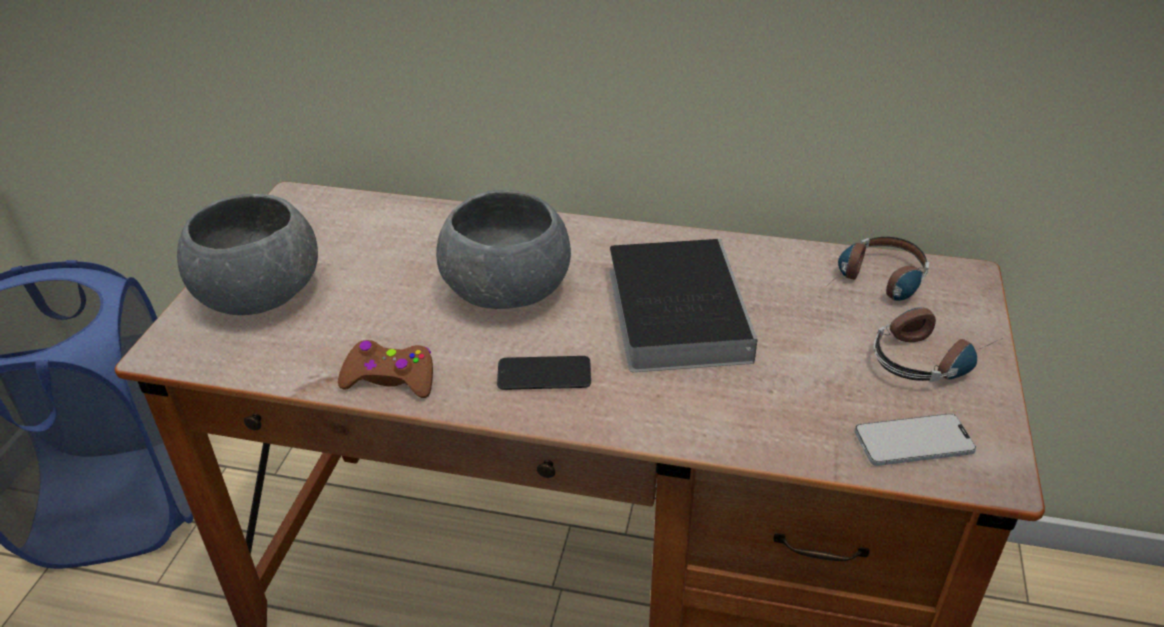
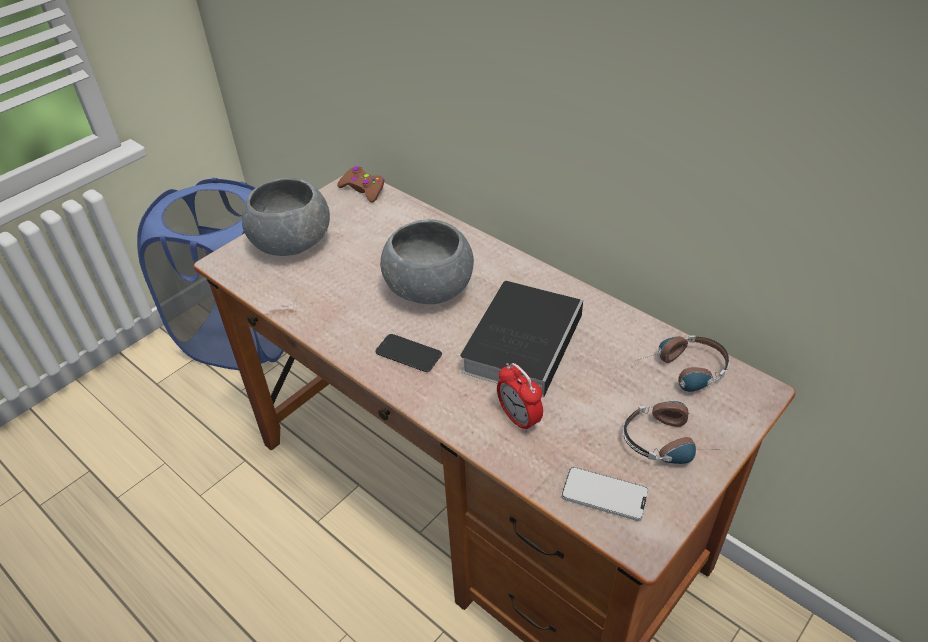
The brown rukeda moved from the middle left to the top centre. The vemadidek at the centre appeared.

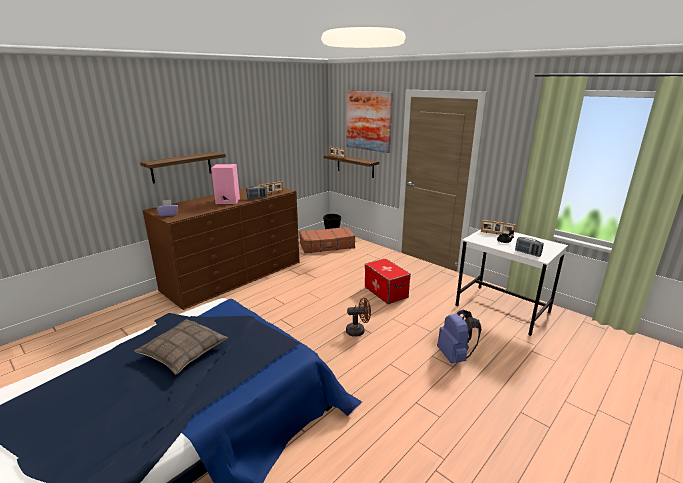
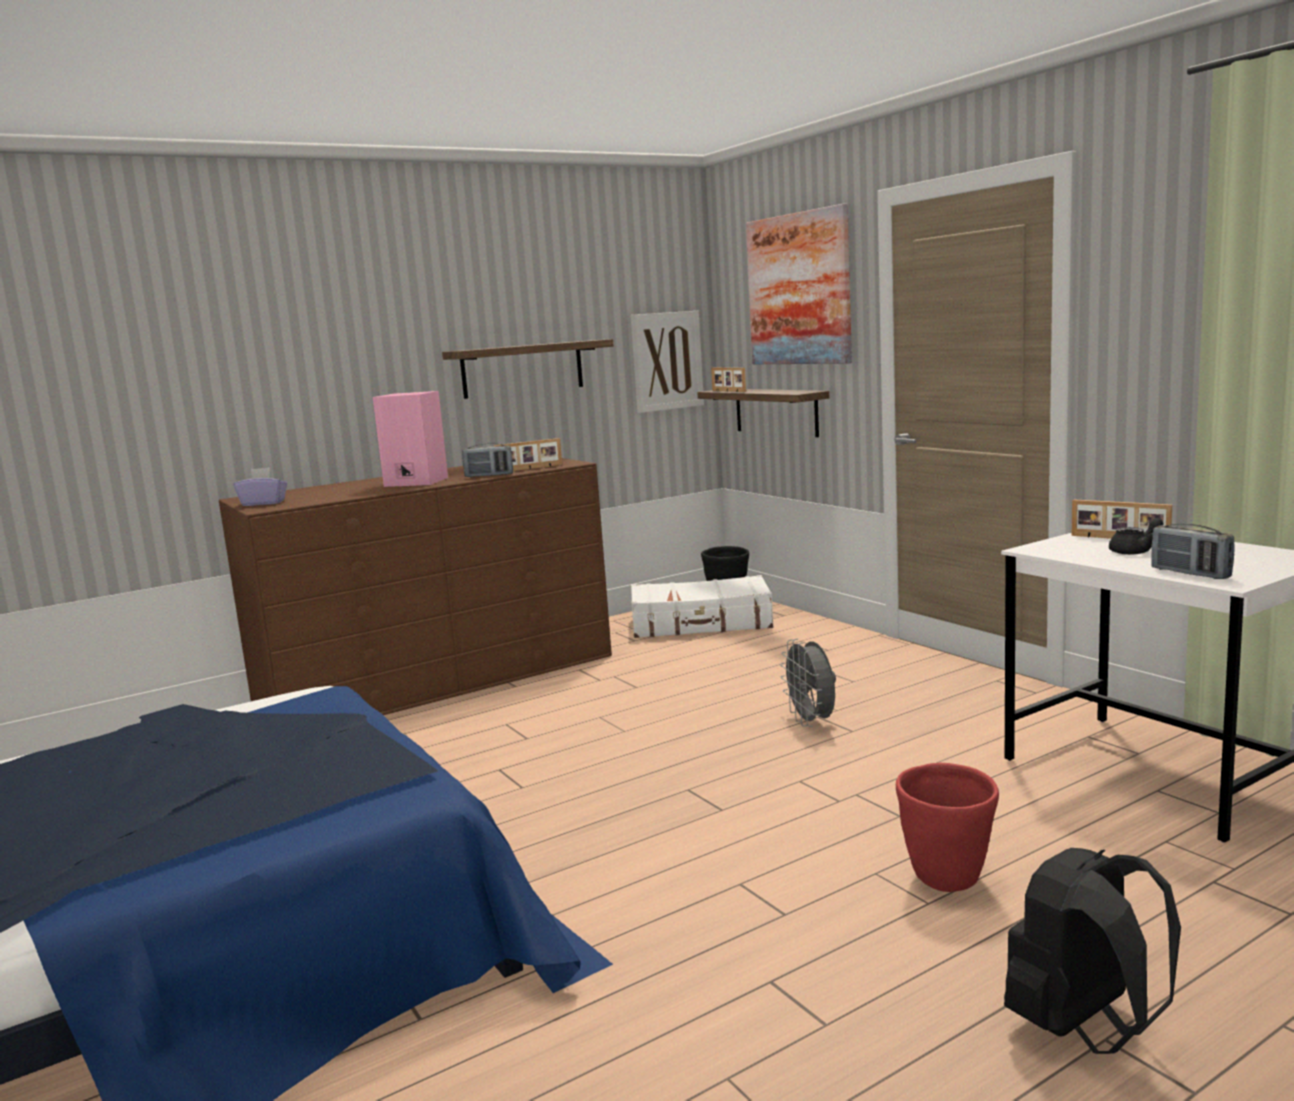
The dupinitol (1st from left) moved from the middle left to the centre. The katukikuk (1st from left) at the top centre appeared. The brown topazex at the centre became the white topazex at the centre. The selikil at the centre was replaced by the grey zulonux at the centre. The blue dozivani at the bottom right was replaced by the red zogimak at the bottom right. The black dozivani at the bottom right appeared. The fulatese at the bottom left disappeared. The brown zulonux at the centre disappeared.

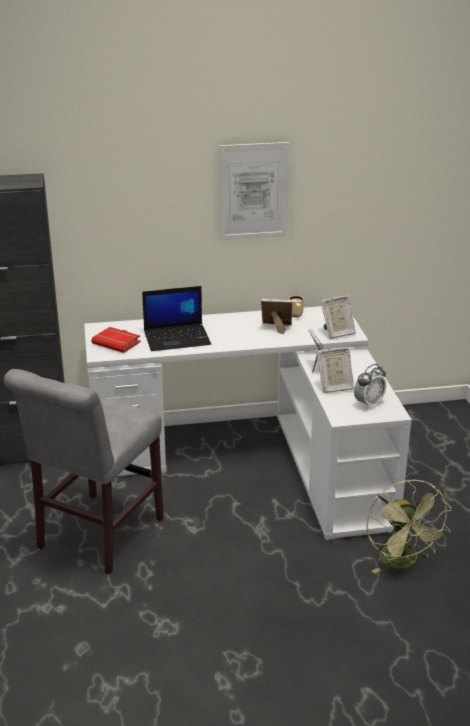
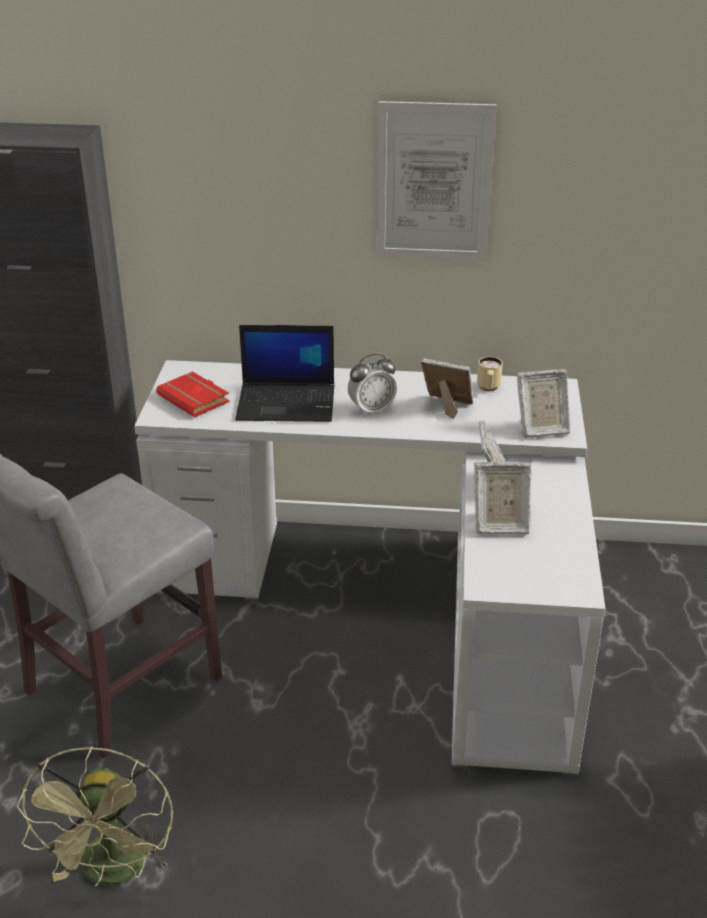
The green zulonux moved from the bottom right to the bottom left. The vemadidek moved from the middle right to the centre.

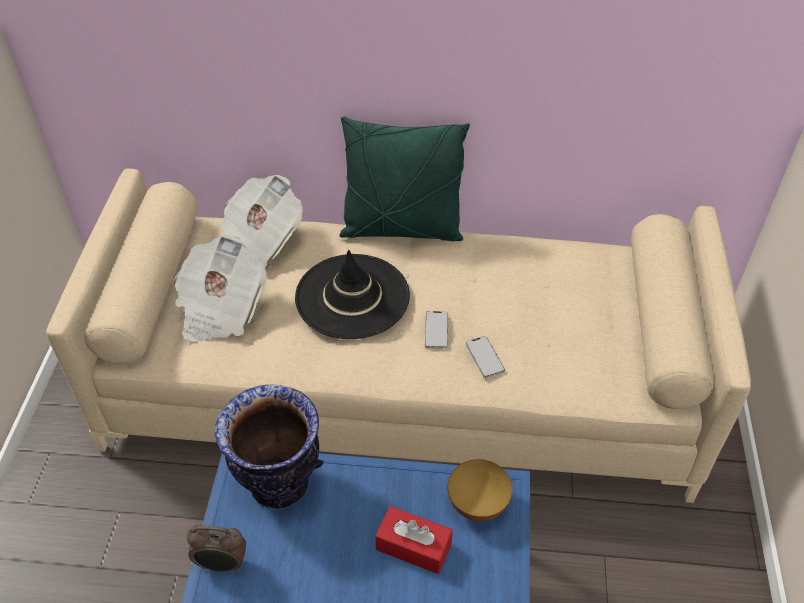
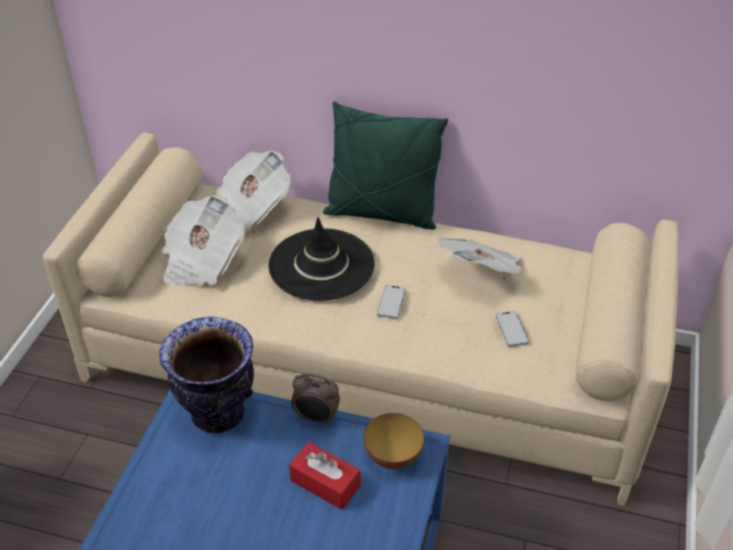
The vemadidek moved from the bottom left to the bottom centre. The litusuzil (3rd from left) at the centre appeared. The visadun (2nd from left) moved from the centre to the middle right.

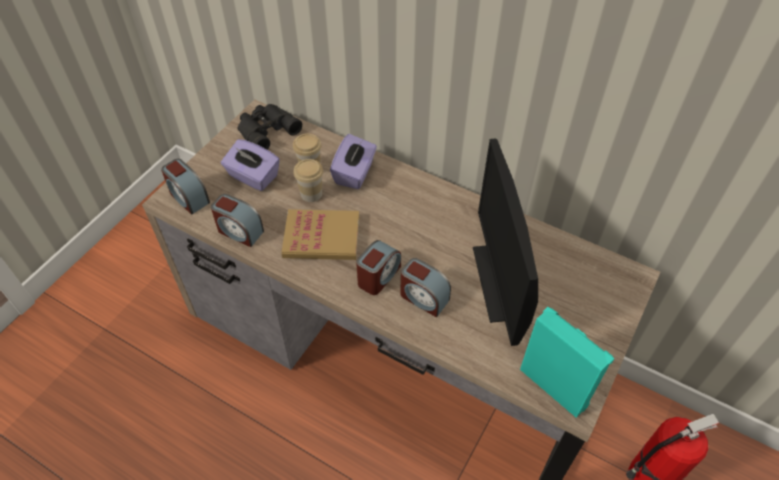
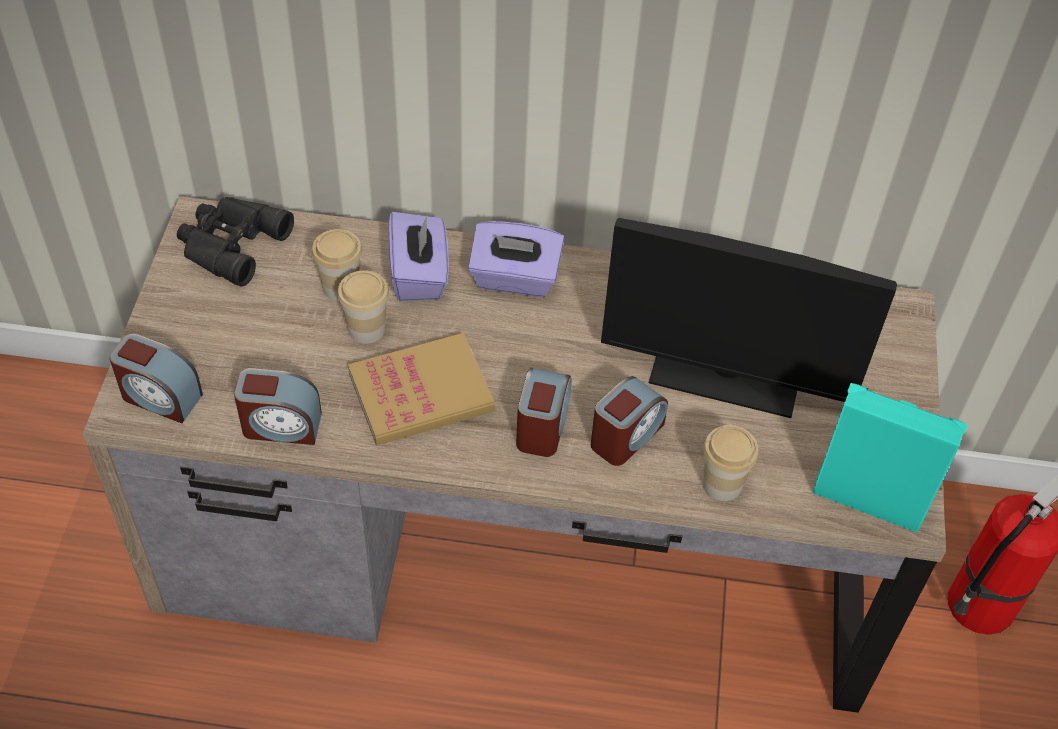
The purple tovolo (1st from left in the first image) moved from the middle left to the centre. The vemadidek (4th from left) at the centre turned 60 degrees counterclockwise. The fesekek at the centre turned 45 degrees counterclockwise. The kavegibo (3rd from left) at the middle right appeared.

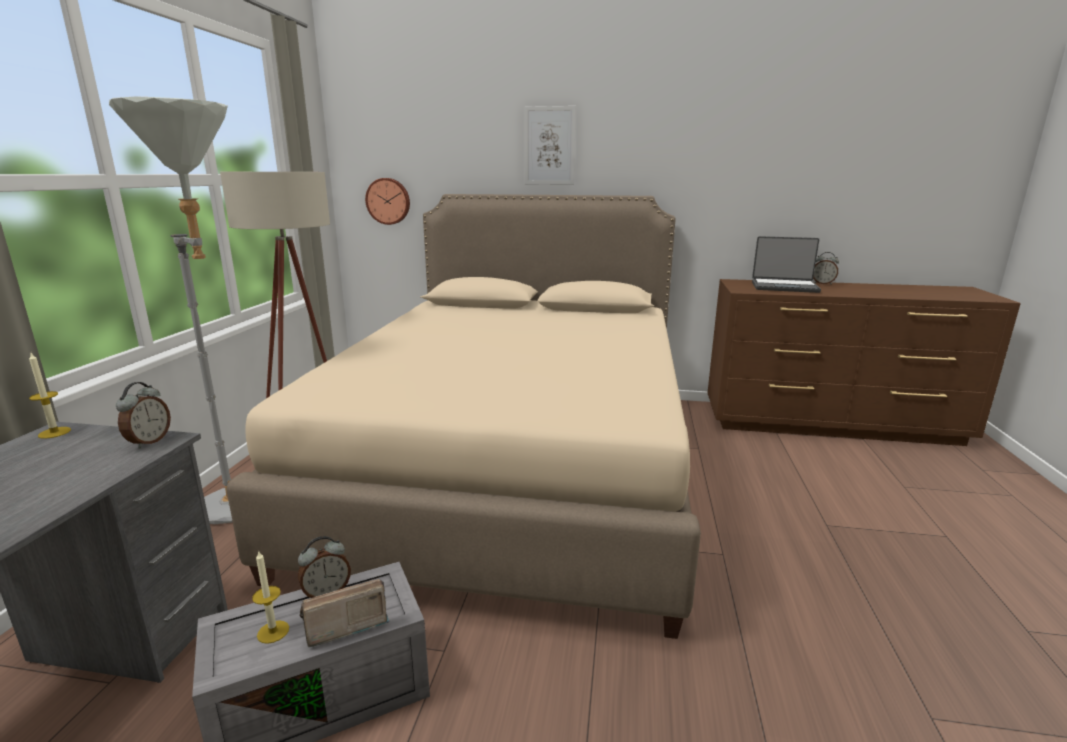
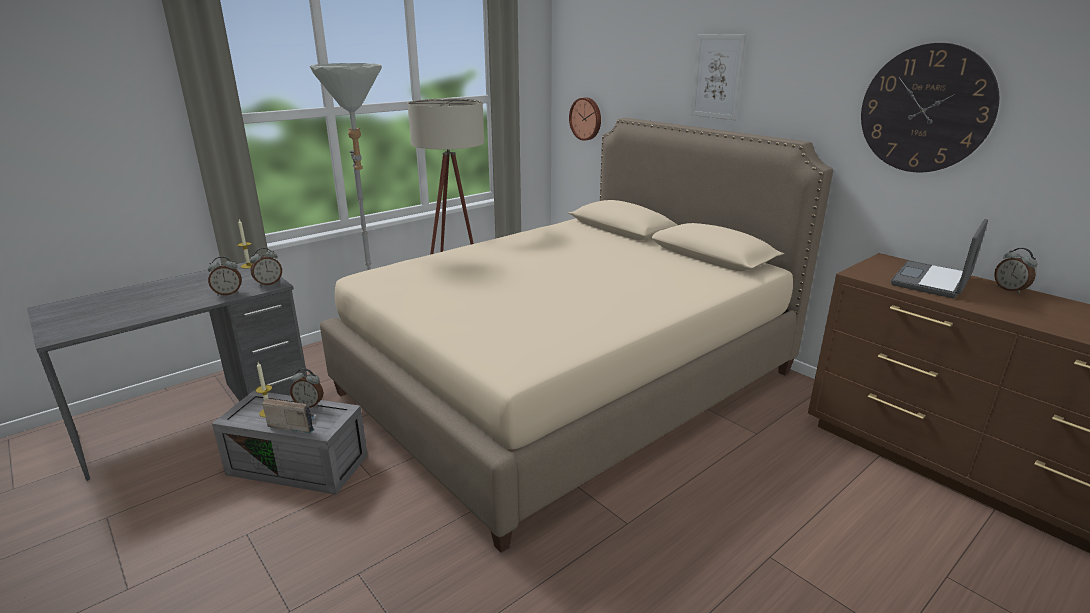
The vemadidek (1st from left) at the middle left appeared. The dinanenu (2nd from left) at the top right appeared. The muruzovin at the middle right turned 75 degrees clockwise.

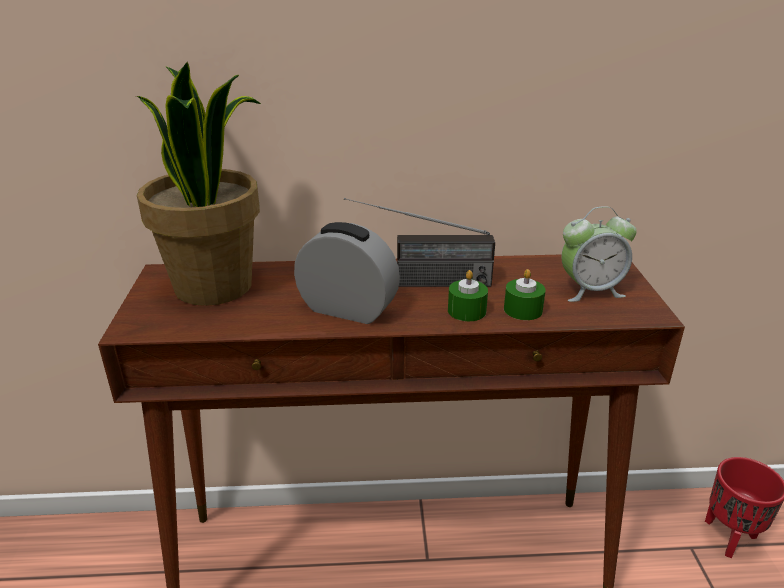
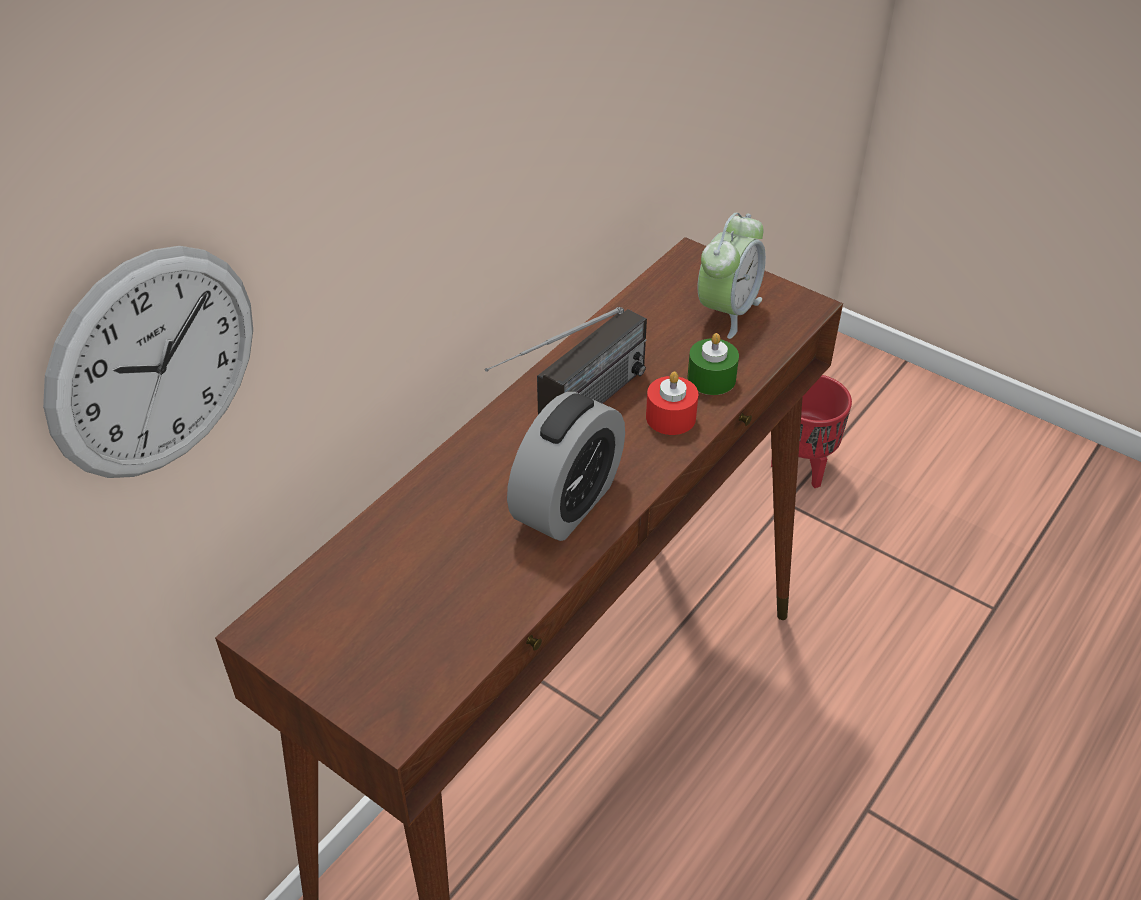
The dinanenu at the middle left appeared. The vemadidek (1st from left) at the centre turned 150 degrees clockwise. The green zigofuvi (1st from left) at the centre became the red zigofuvi at the centre. The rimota at the top left disappeared.

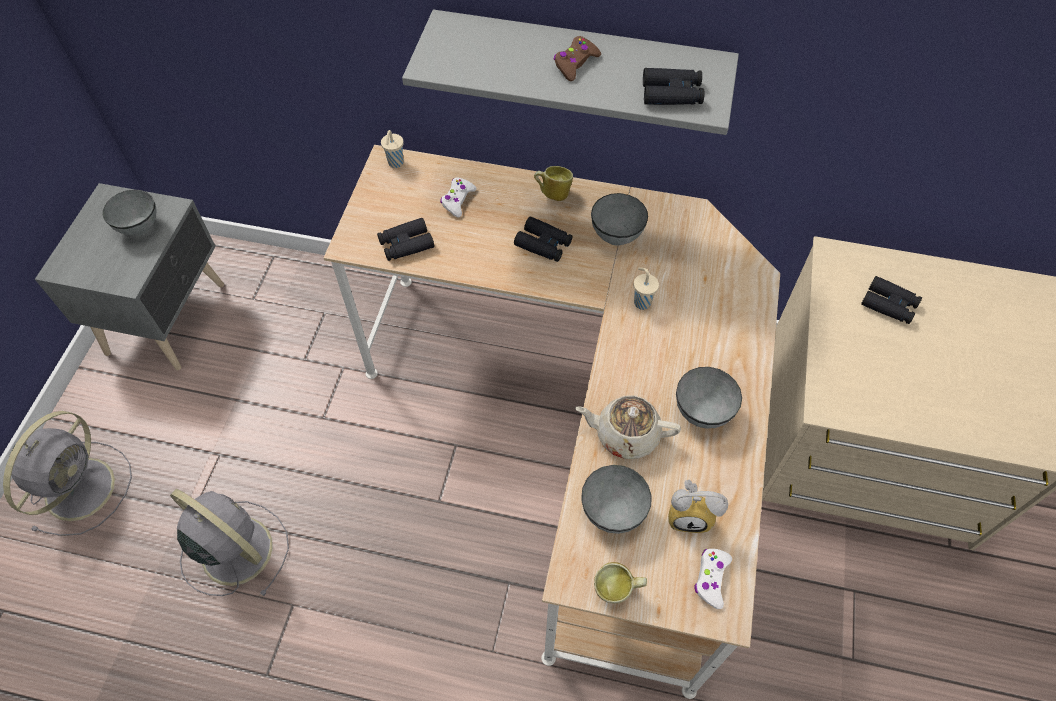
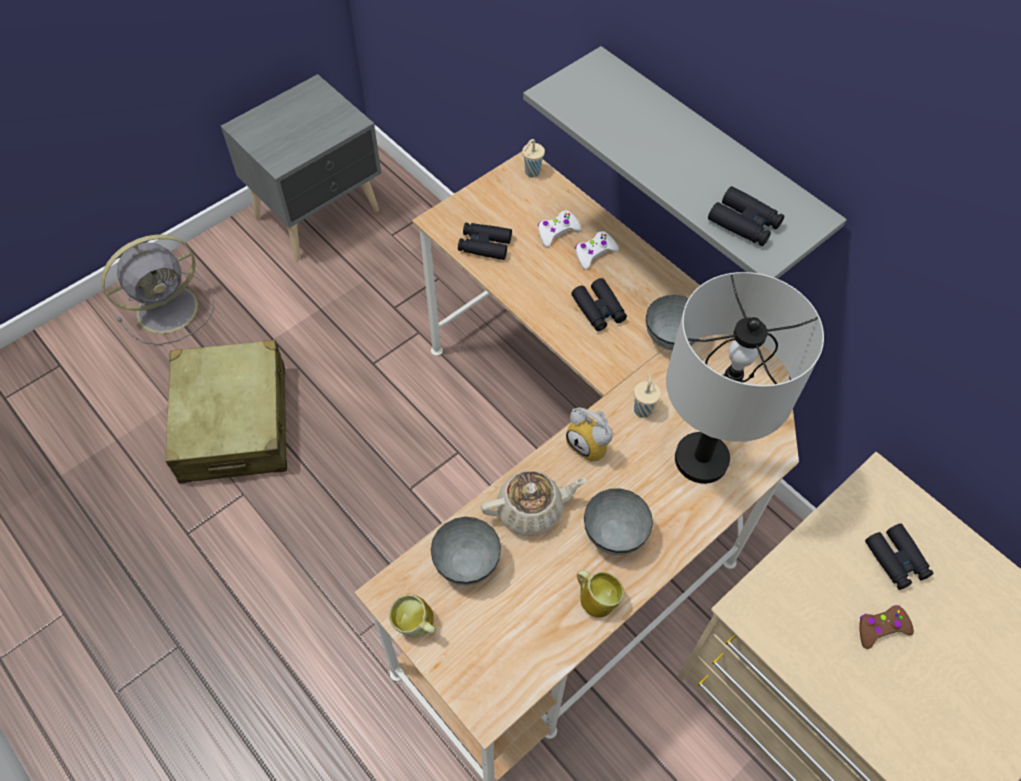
The grey zulonux (2nd from left) at the bottom left was replaced by the beige topazex at the middle left. The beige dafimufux at the centre turned 120 degrees clockwise. The vemadidek moved from the bottom centre to the centre. The white rukeda (2nd from left) moved from the bottom right to the top centre. The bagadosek (1st from left in the first image) moved from the top centre to the bottom centre. The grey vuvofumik at the middle right appeared. The brown rukeda moved from the top centre to the bottom right. The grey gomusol (1st from left) at the top left disappeared.

